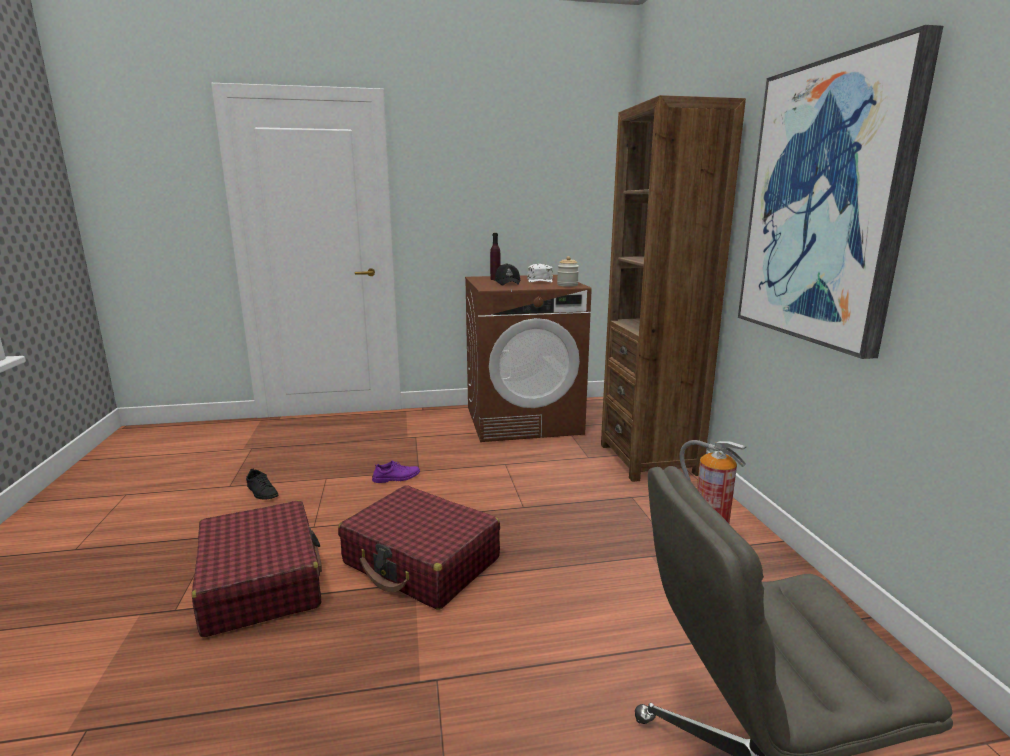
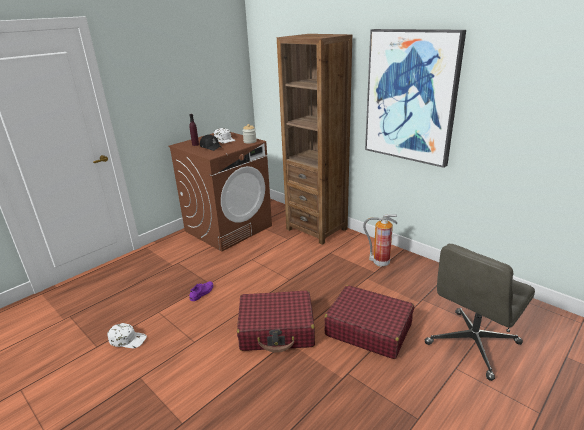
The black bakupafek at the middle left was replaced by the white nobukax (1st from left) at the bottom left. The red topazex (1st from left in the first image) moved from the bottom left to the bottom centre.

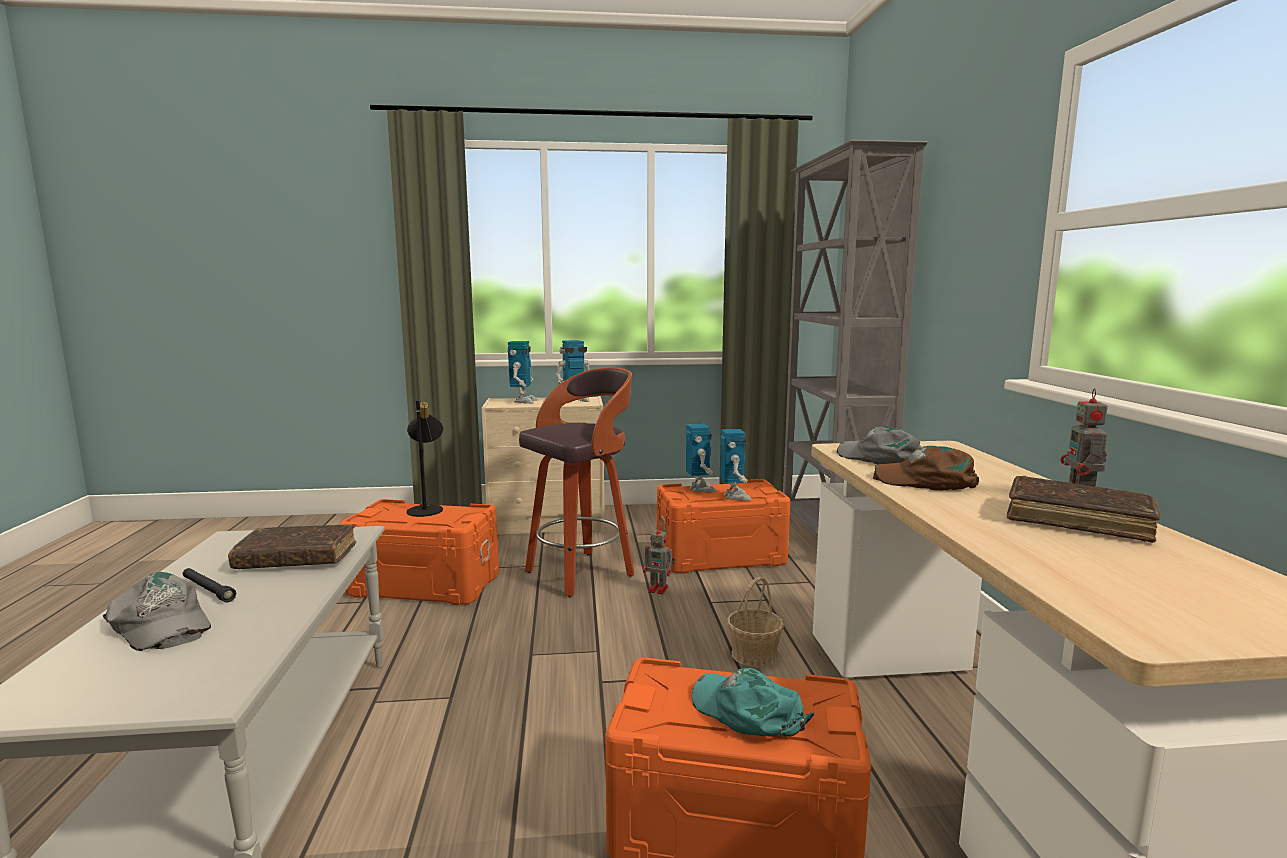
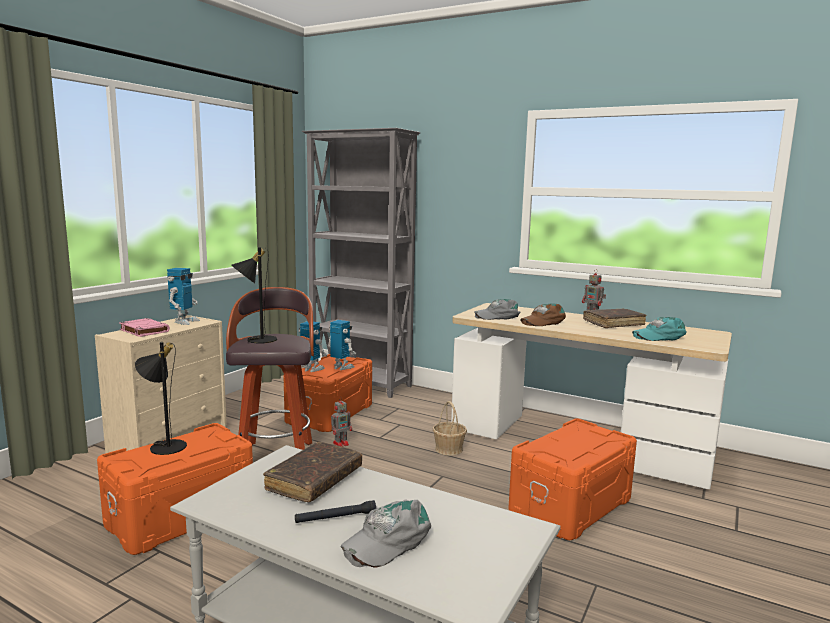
The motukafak (1st from left) at the centre was replaced by the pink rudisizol at the middle left. The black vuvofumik (2nd from left) at the middle left appeared. The grey nobukax (1st from left) at the bottom left turned 150 degrees clockwise. The turquoise nobukax moved from the bottom centre to the middle right.

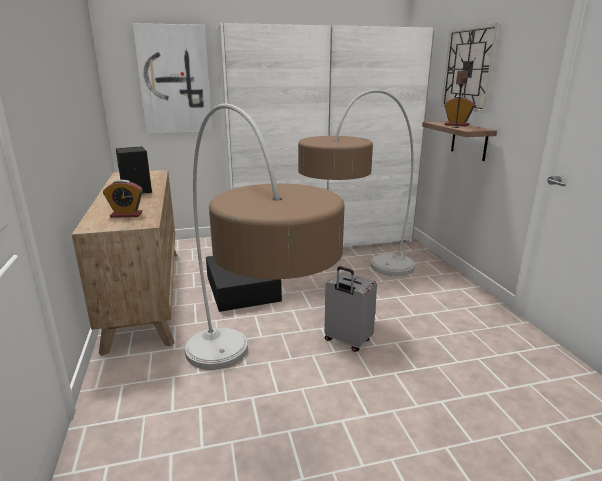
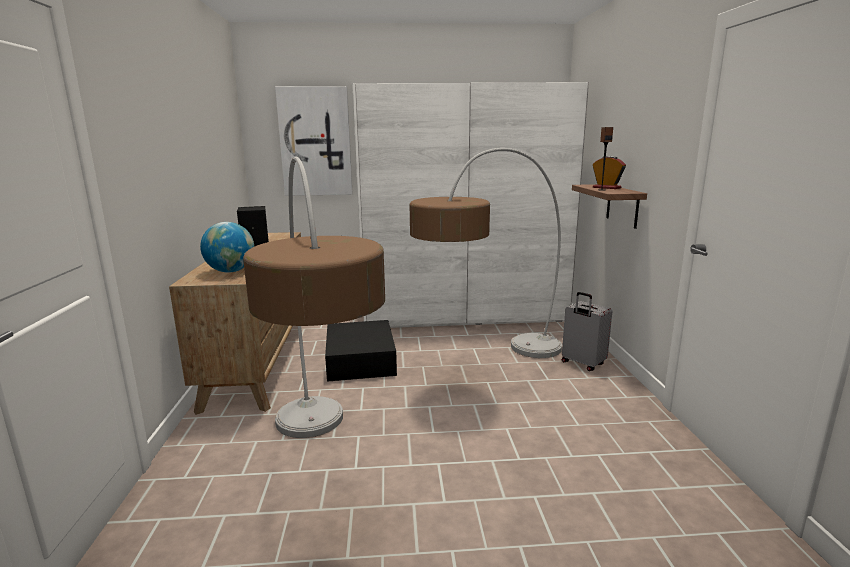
The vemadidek (1st from left) at the middle left was replaced by the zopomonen at the middle left. The grey topazex moved from the centre to the middle right. The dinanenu at the top right disappeared.

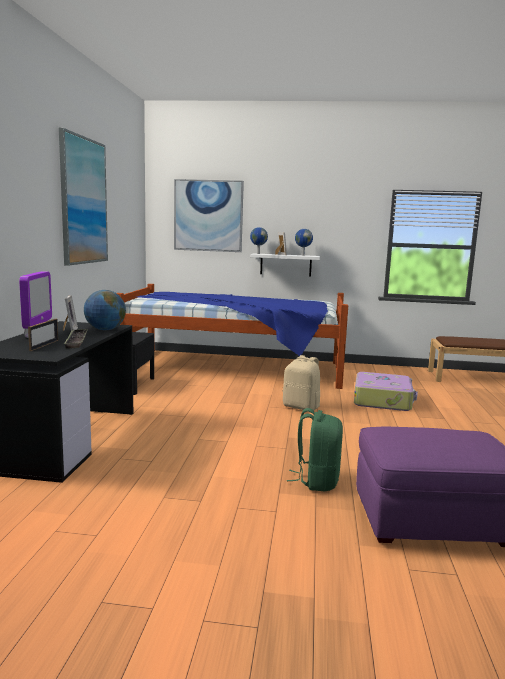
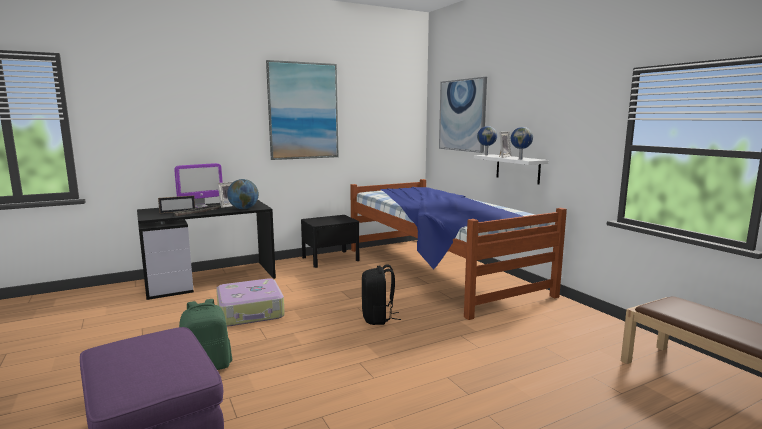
The topazex moved from the middle right to the bottom left. The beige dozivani at the centre became the black dozivani at the bottom centre.

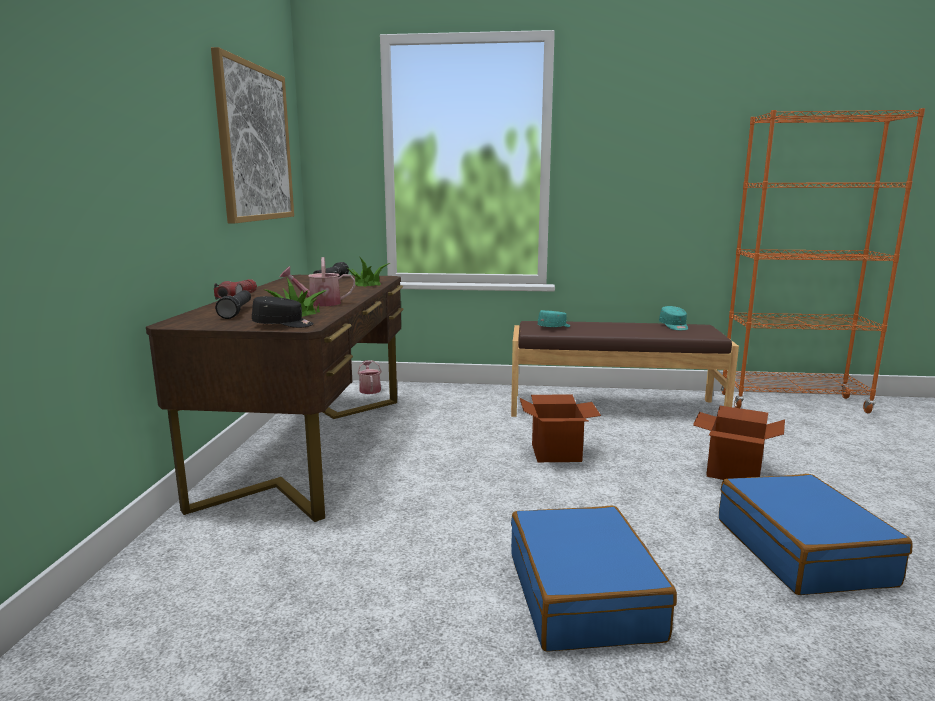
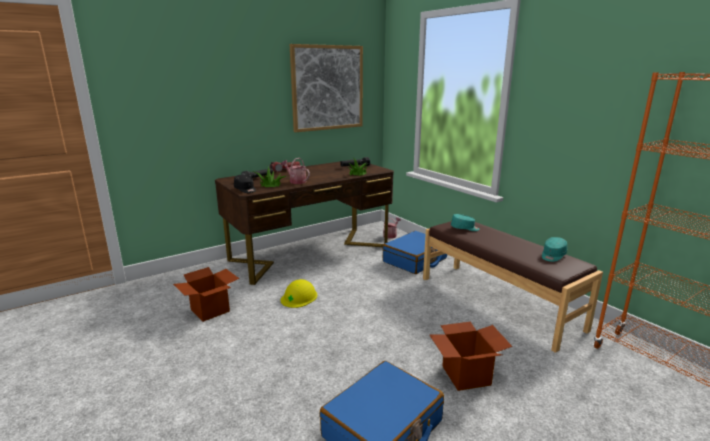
The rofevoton (1st from left) moved from the centre to the bottom left. The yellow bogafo at the centre appeared. The blue topazex (1st from left in the first image) moved from the bottom centre to the centre.

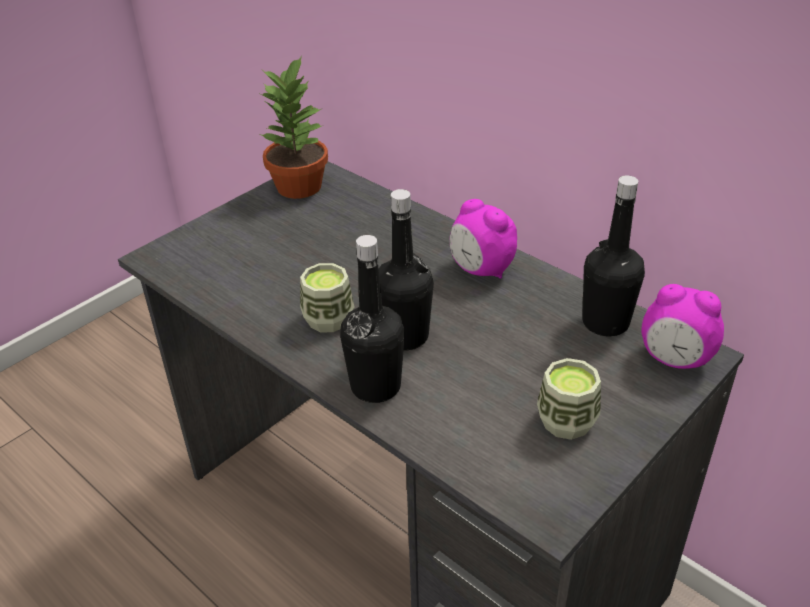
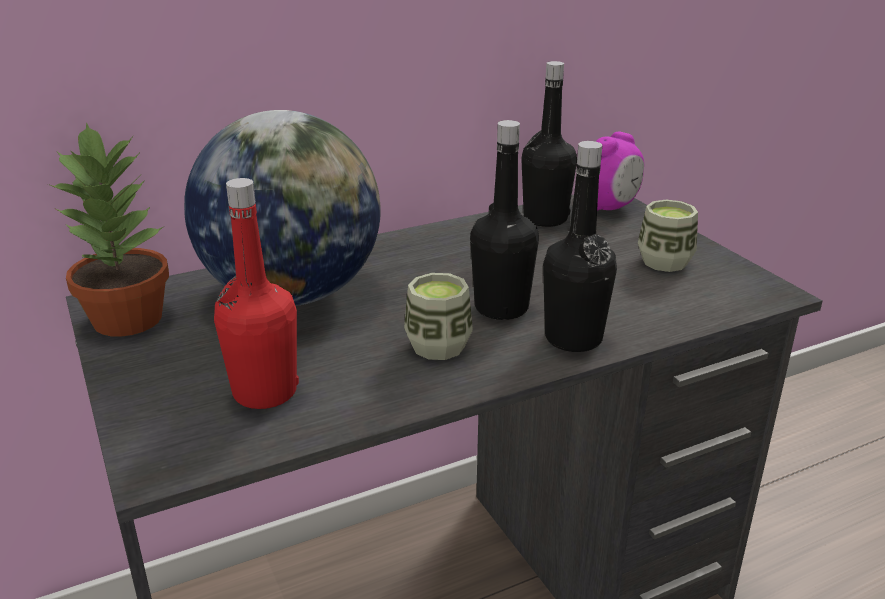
The zopomonen at the middle left appeared. The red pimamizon at the middle left appeared. The vemadidek (1st from left) at the centre disappeared.

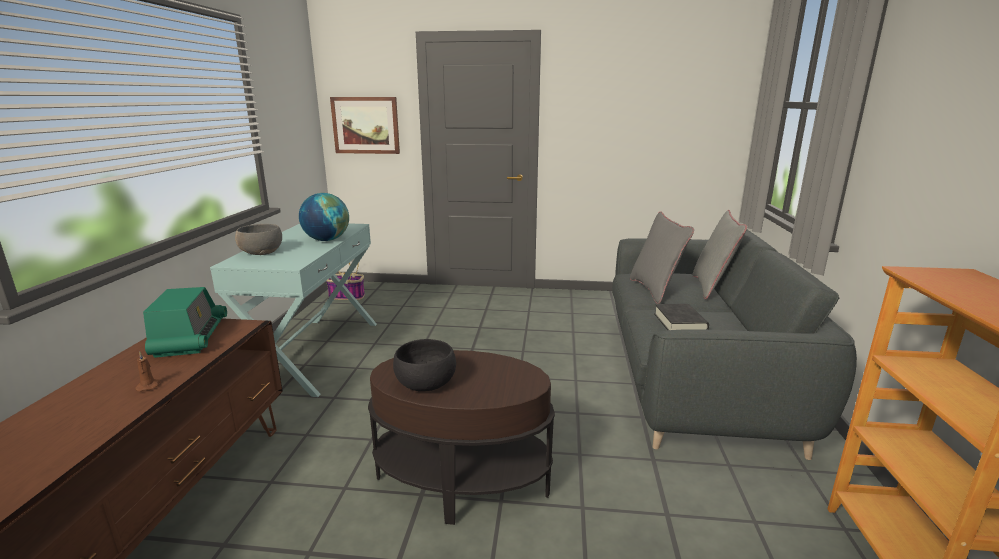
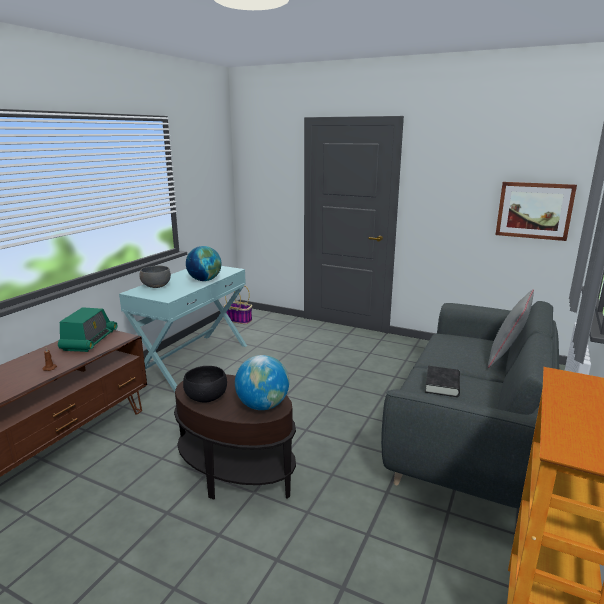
The zopomonen (2nd from left) at the centre appeared. The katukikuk moved from the top centre to the middle right. The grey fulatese (1st from left) at the centre disappeared.

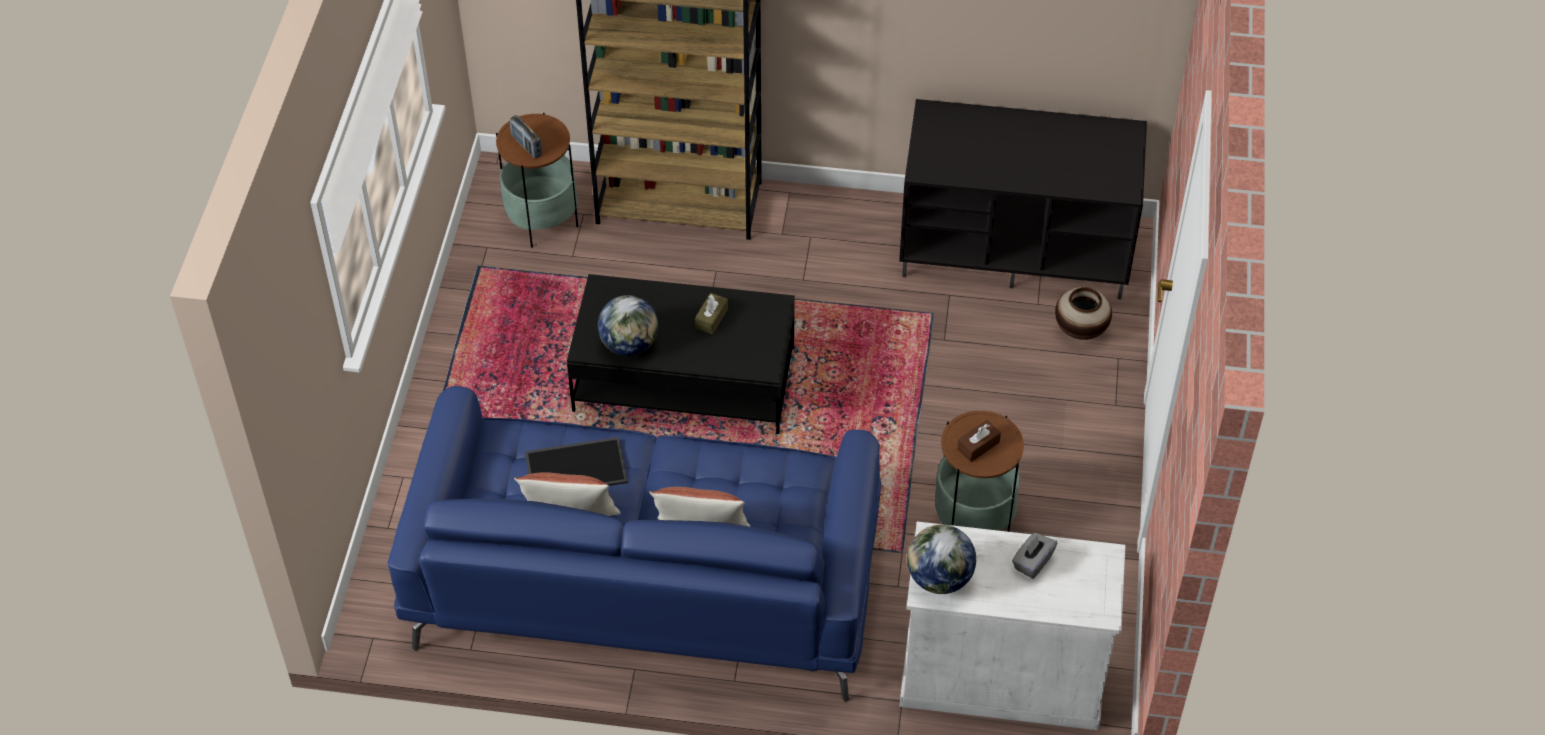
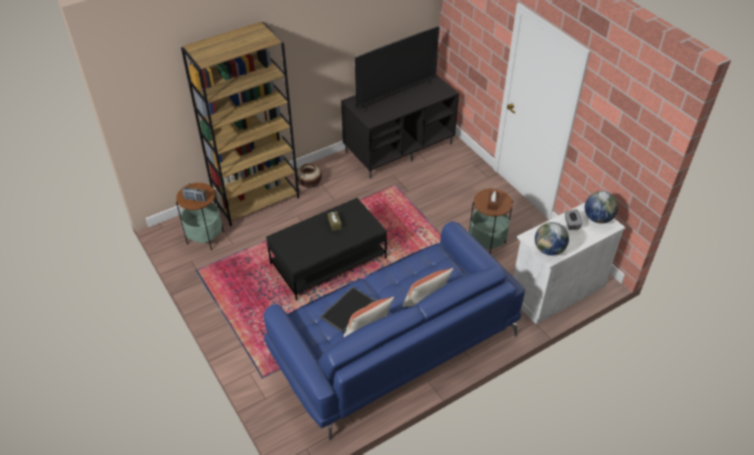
The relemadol moved from the middle right to the centre. The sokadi at the top centre appeared. The zopomonen (1st from left in the first image) moved from the centre to the middle right.

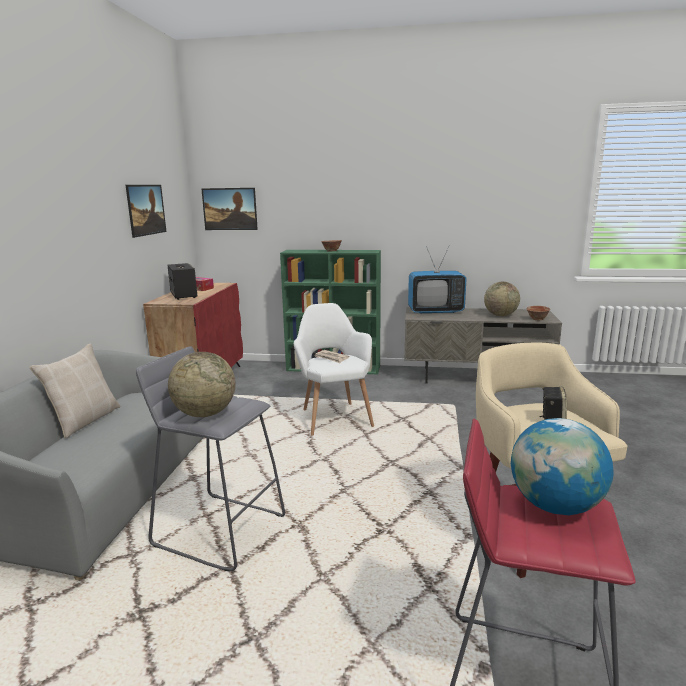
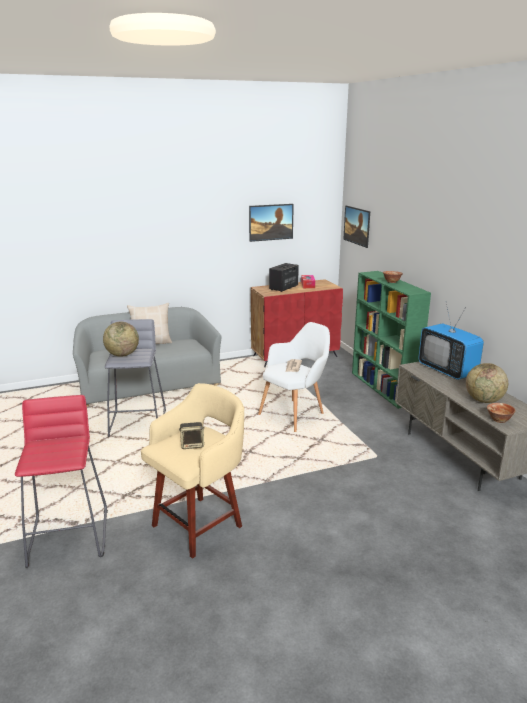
The zopomonen (3rd from left) at the bottom right disappeared.

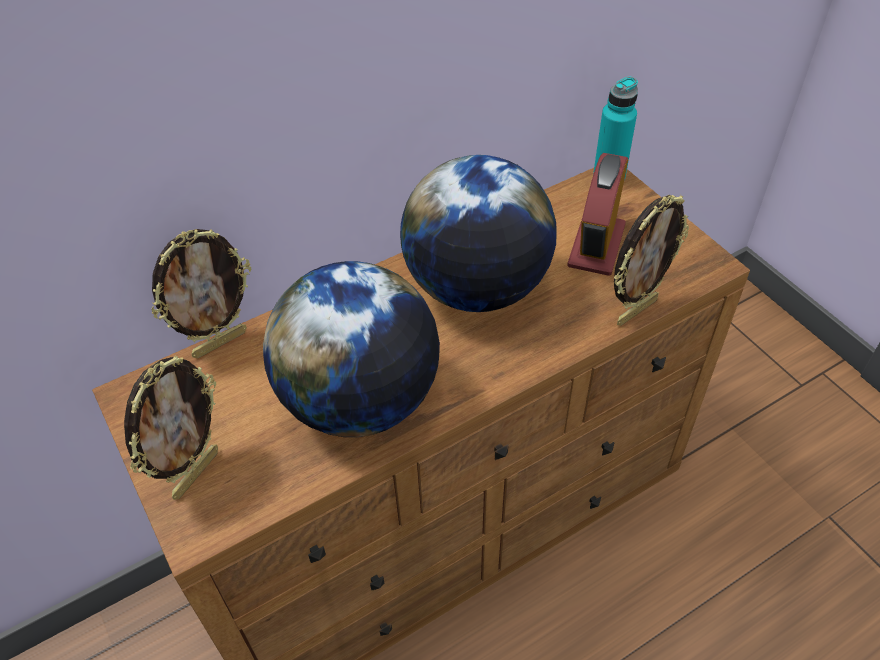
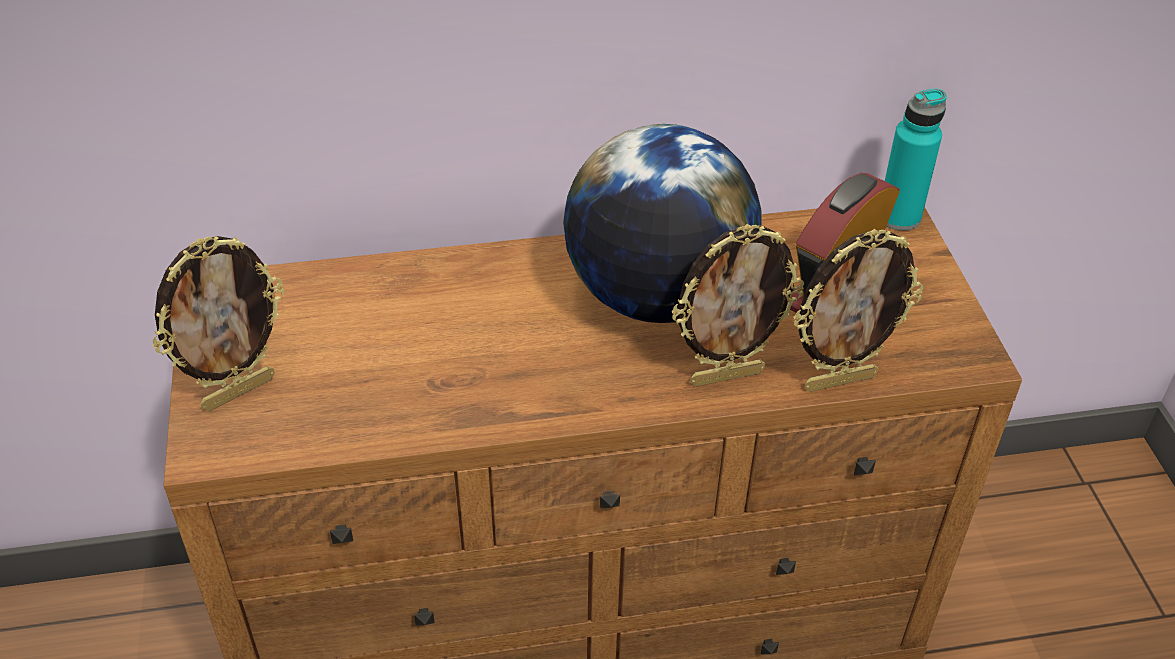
The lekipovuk (2nd from left) moved from the middle left to the centre. The zopomonen (1st from left) at the centre disappeared.

